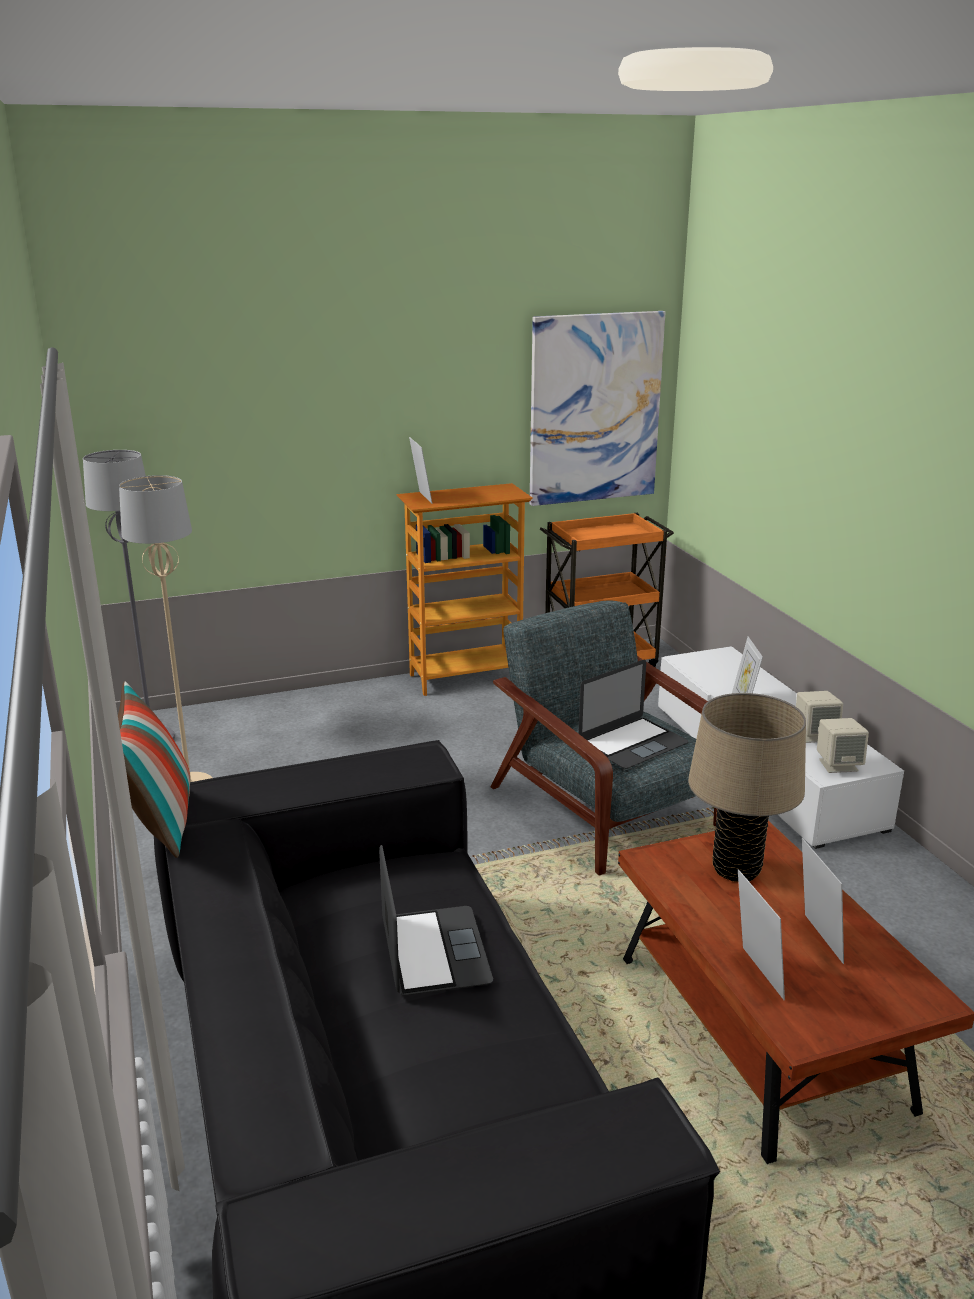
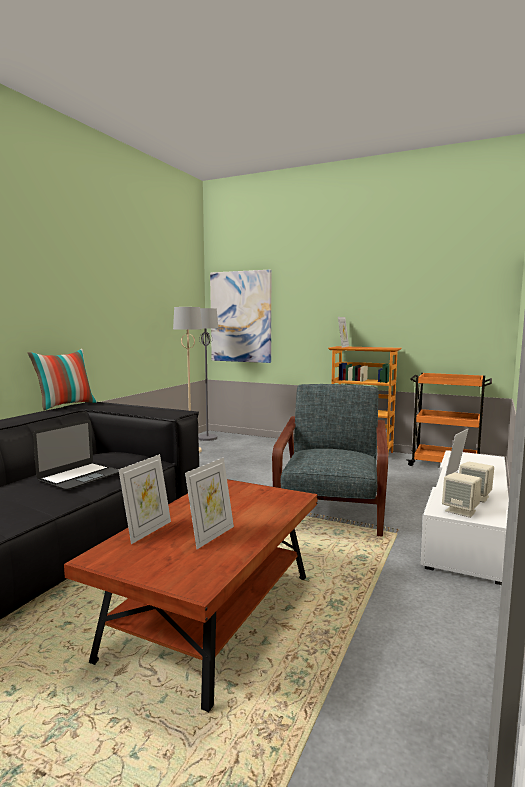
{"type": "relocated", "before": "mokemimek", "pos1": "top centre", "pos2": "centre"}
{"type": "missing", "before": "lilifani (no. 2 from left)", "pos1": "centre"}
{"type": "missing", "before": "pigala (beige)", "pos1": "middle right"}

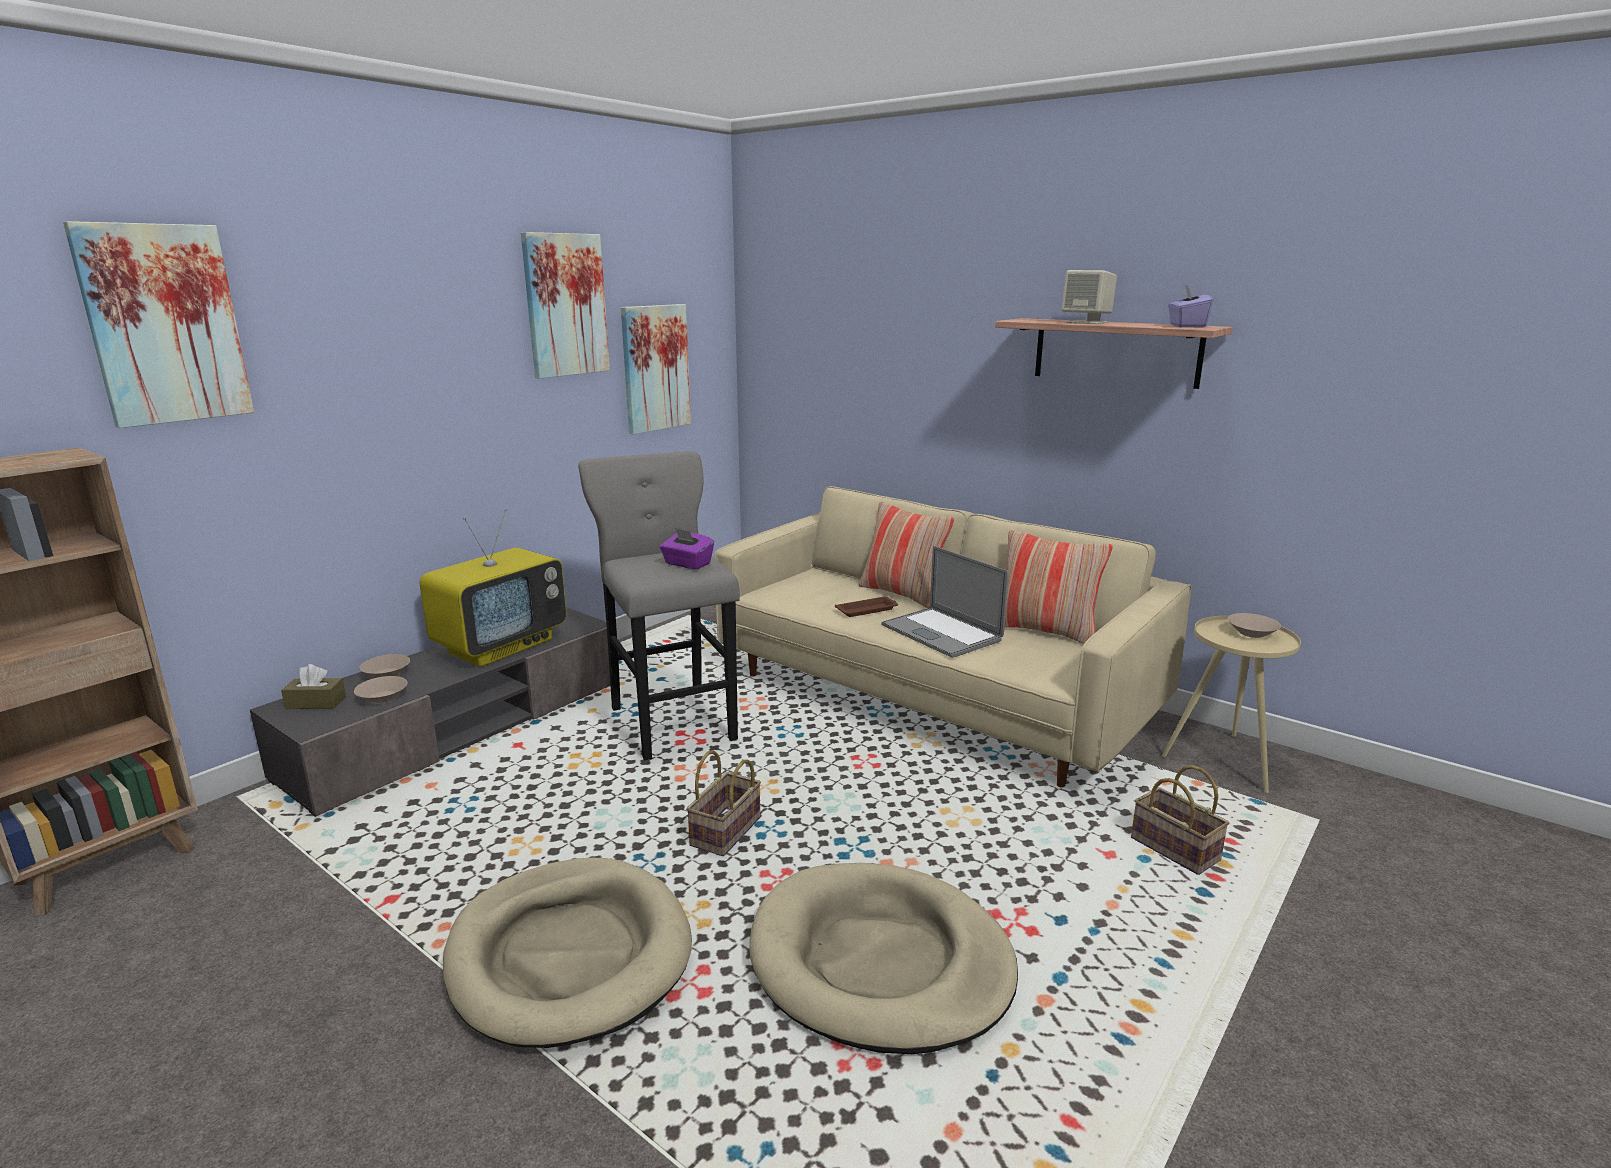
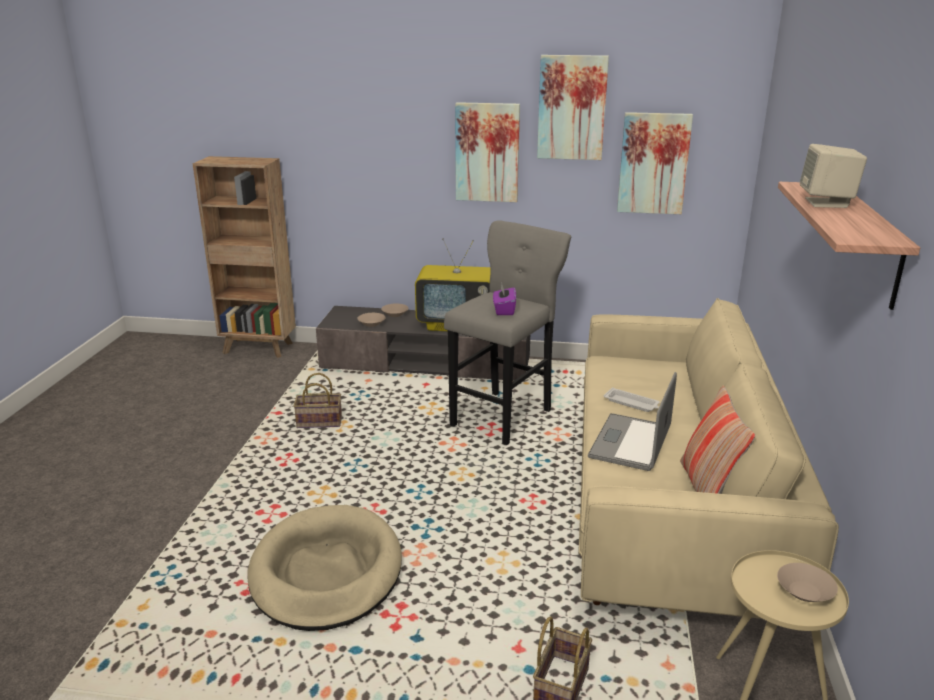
{"type": "relocated", "before": "mokemimek (no. 1 from left)", "pos1": "top left", "pos2": "top centre"}
{"type": "missing", "before": "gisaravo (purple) (no. 2 from left)", "pos1": "top right"}
{"type": "missing", "before": "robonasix (no. 1 from left)", "pos1": "centre"}
{"type": "colour", "before": "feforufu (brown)", "after": "feforufu (white)", "pos1": "centre", "pos2": "middle right"}
{"type": "missing", "before": "gisaravo (brown)", "pos1": "middle left"}
{"type": "relocated", "before": "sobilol (no. 1 from left)", "pos1": "bottom centre", "pos2": "centre"}
{"type": "missing", "before": "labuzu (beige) (no. 1 from left)", "pos1": "bottom centre"}

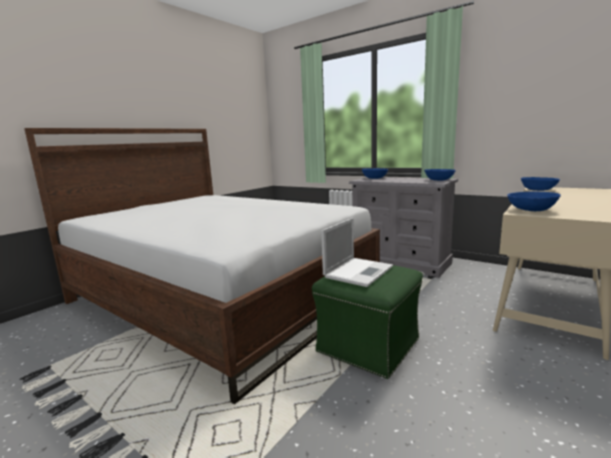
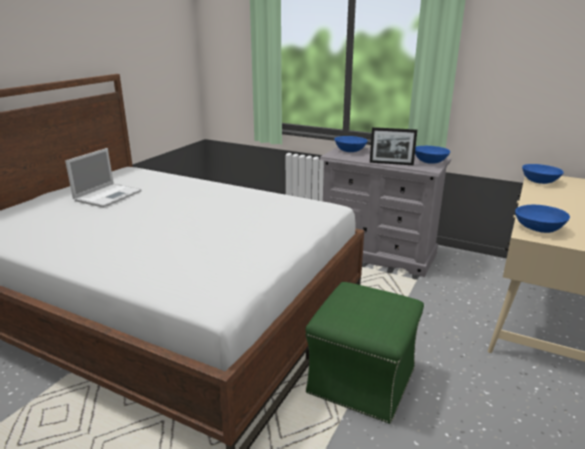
{"type": "relocated", "before": "lilifani", "pos1": "centre", "pos2": "middle left"}
{"type": "appeared", "after": "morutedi", "pos2": "top right"}

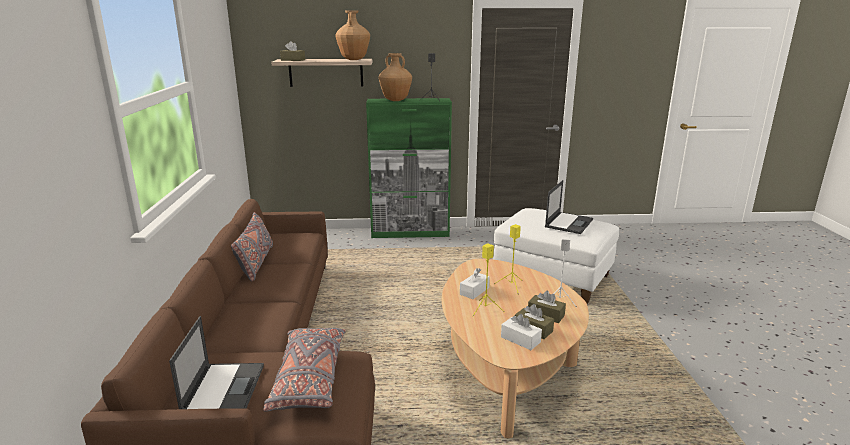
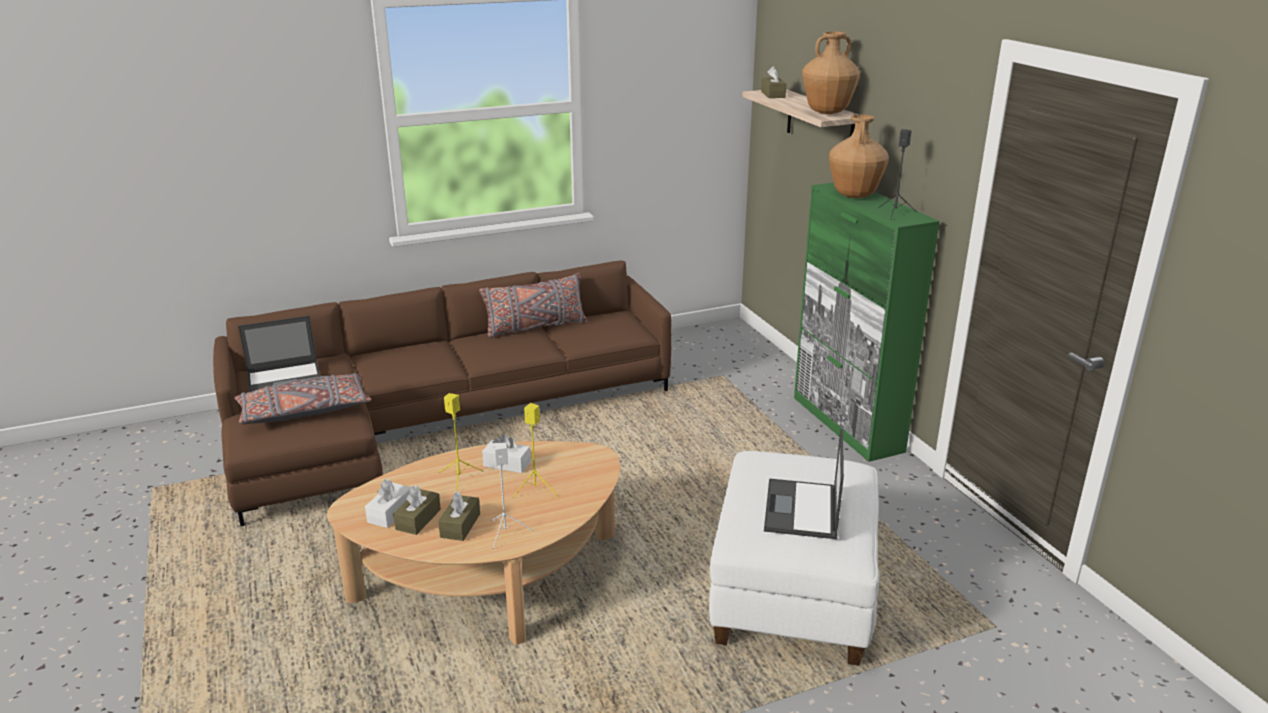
{"type": "spun", "before": "lilifani (no. 2 from left)", "pos1": "middle right", "pos2": "bottom centre", "turn": 90}

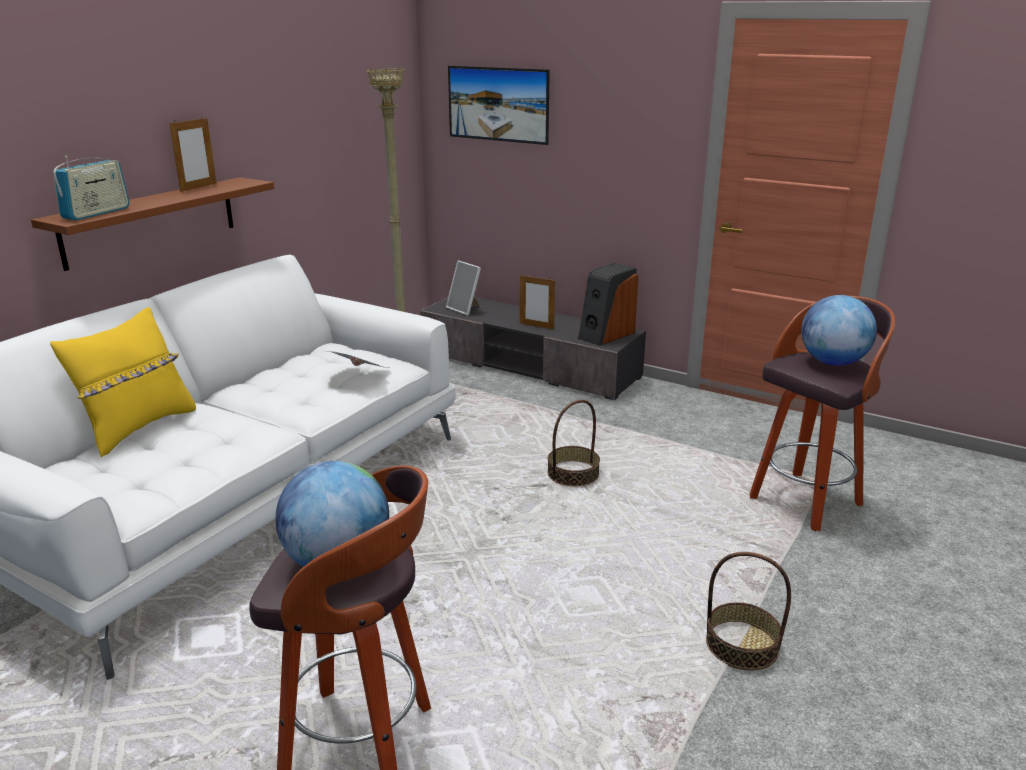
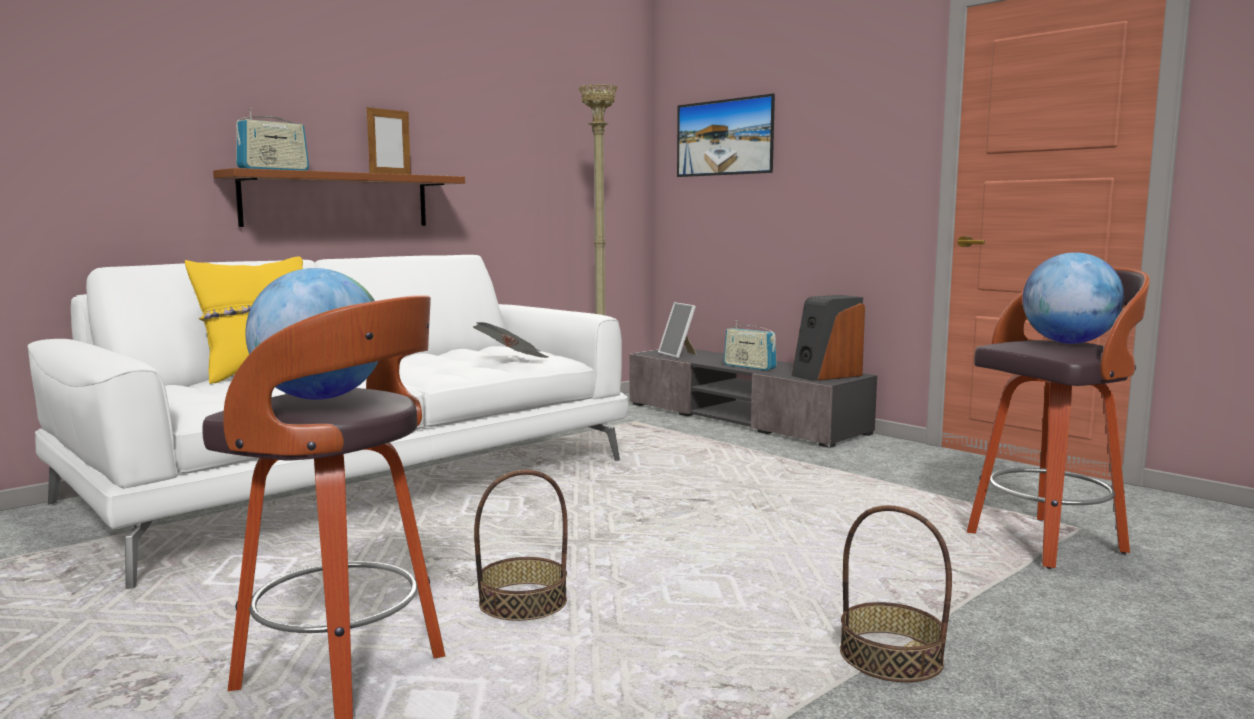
{"type": "exchanged", "before": "morutedi (no. 3 from left)", "after": "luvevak (no. 2 from left)", "pos1": "centre", "pos2": "centre"}
{"type": "relocated", "before": "sobilol (no. 1 from left)", "pos1": "centre", "pos2": "bottom centre"}

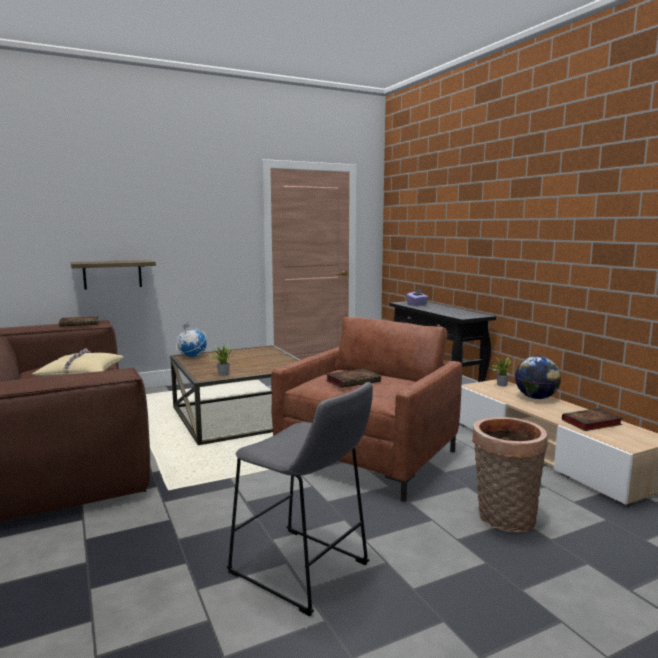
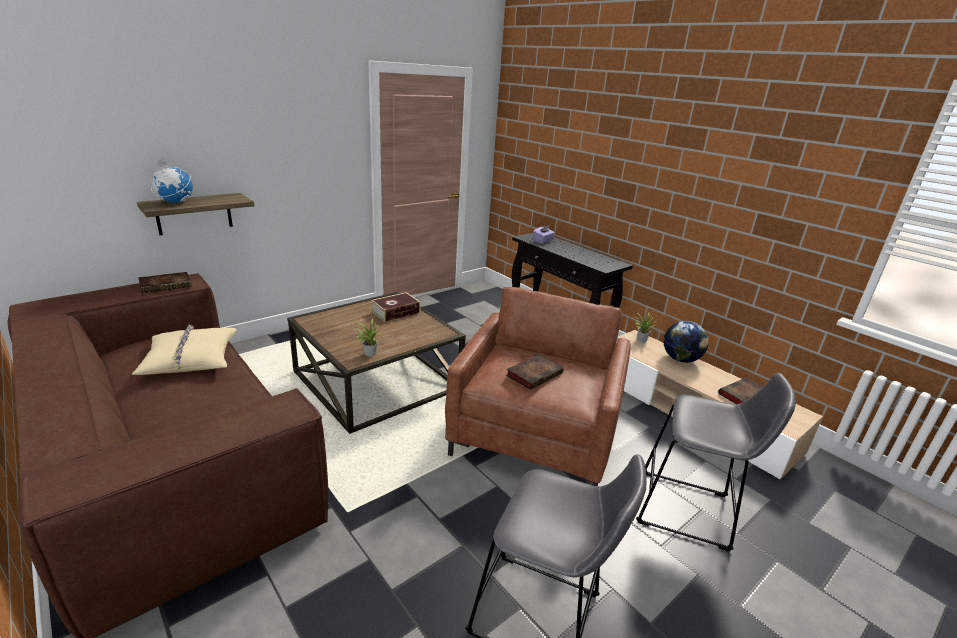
{"type": "relocated", "before": "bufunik (no. 1 from left)", "pos1": "middle left", "pos2": "top left"}
{"type": "exchanged", "before": "sobilol", "after": "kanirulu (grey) (no. 2 from left)", "pos1": "bottom right", "pos2": "bottom right"}
{"type": "appeared", "after": "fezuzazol (no. 2 from left)", "pos2": "centre"}

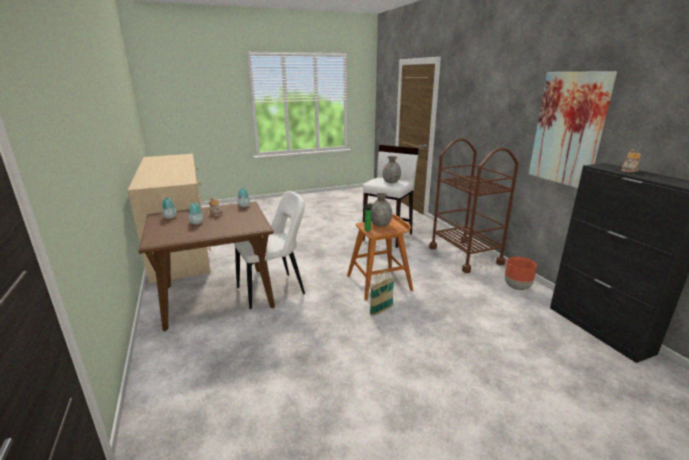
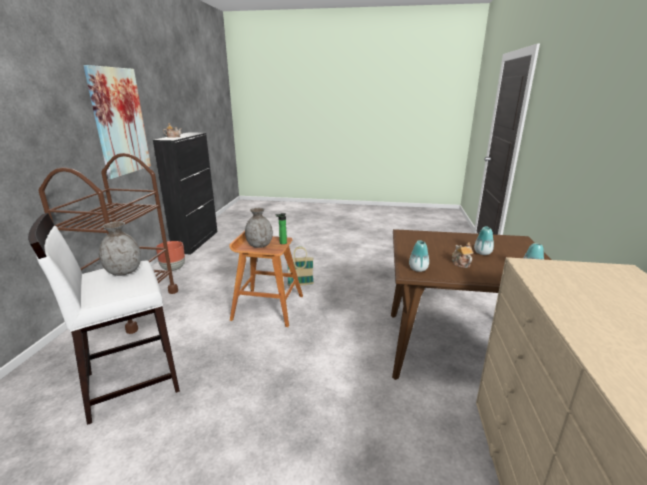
{"type": "missing", "before": "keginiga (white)", "pos1": "centre"}

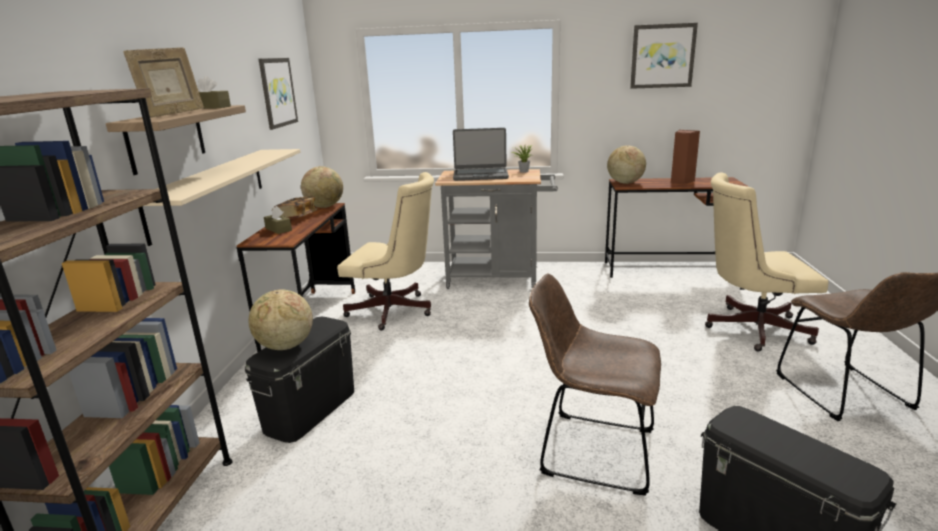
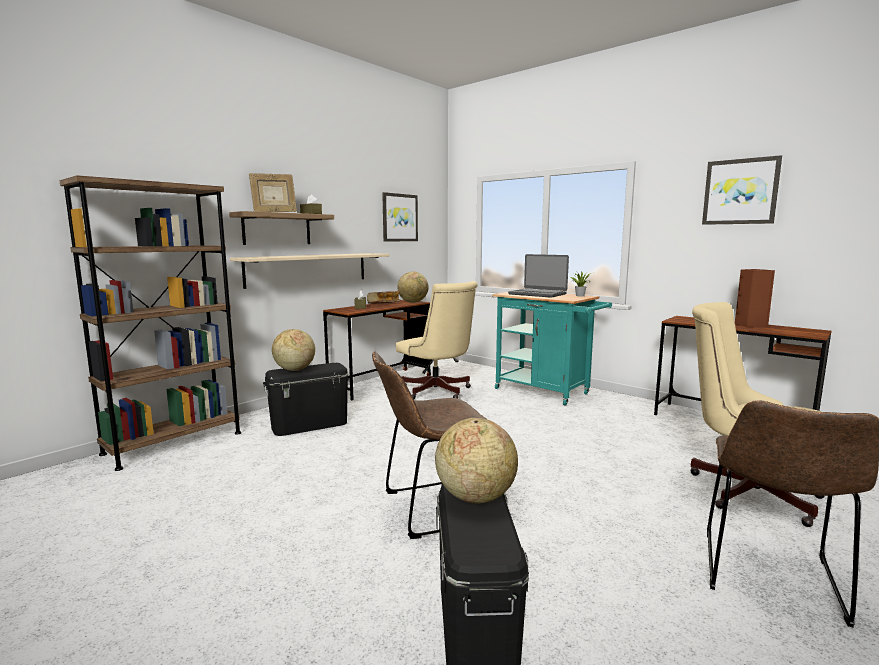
{"type": "relocated", "before": "bufunik (no. 3 from left)", "pos1": "top right", "pos2": "bottom centre"}
{"type": "colour", "before": "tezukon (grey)", "after": "tezukon (turquoise)", "pos1": "centre", "pos2": "centre"}
{"type": "spun", "before": "keginiga (brown) (no. 1 from left)", "pos1": "bottom centre", "pos2": "bottom centre", "turn": -75}

